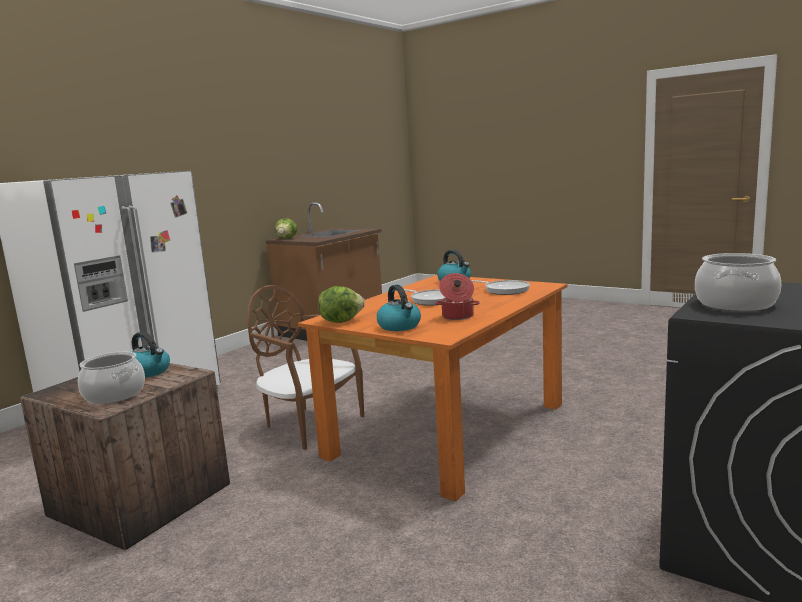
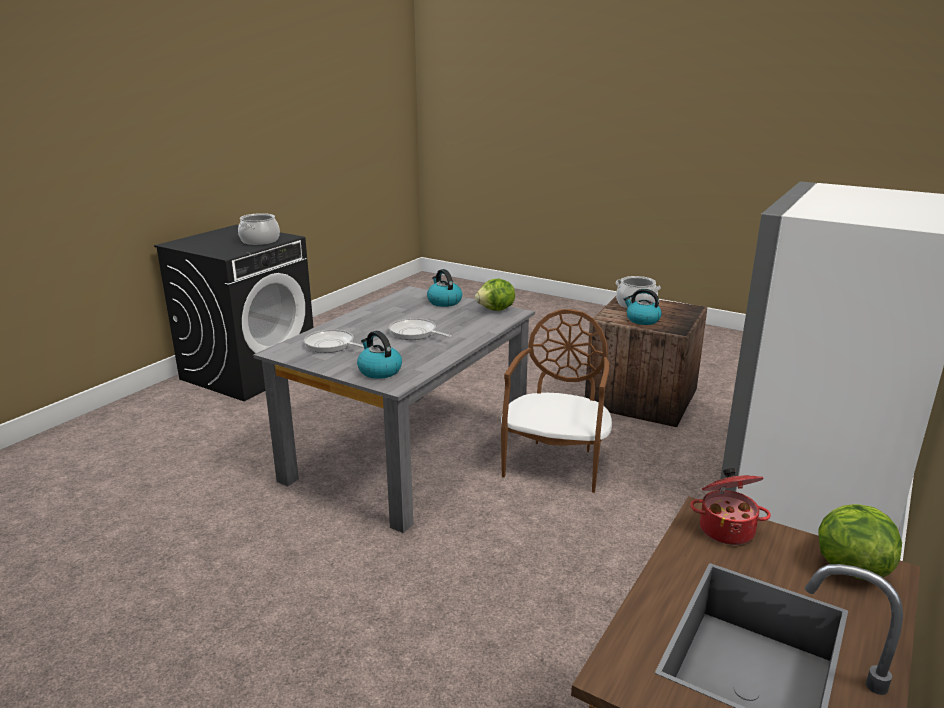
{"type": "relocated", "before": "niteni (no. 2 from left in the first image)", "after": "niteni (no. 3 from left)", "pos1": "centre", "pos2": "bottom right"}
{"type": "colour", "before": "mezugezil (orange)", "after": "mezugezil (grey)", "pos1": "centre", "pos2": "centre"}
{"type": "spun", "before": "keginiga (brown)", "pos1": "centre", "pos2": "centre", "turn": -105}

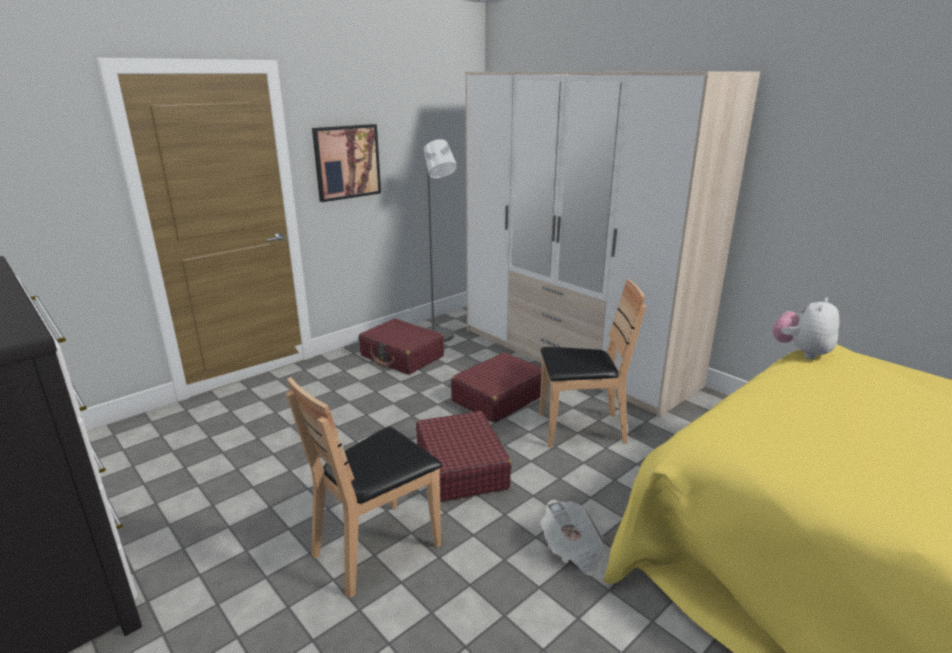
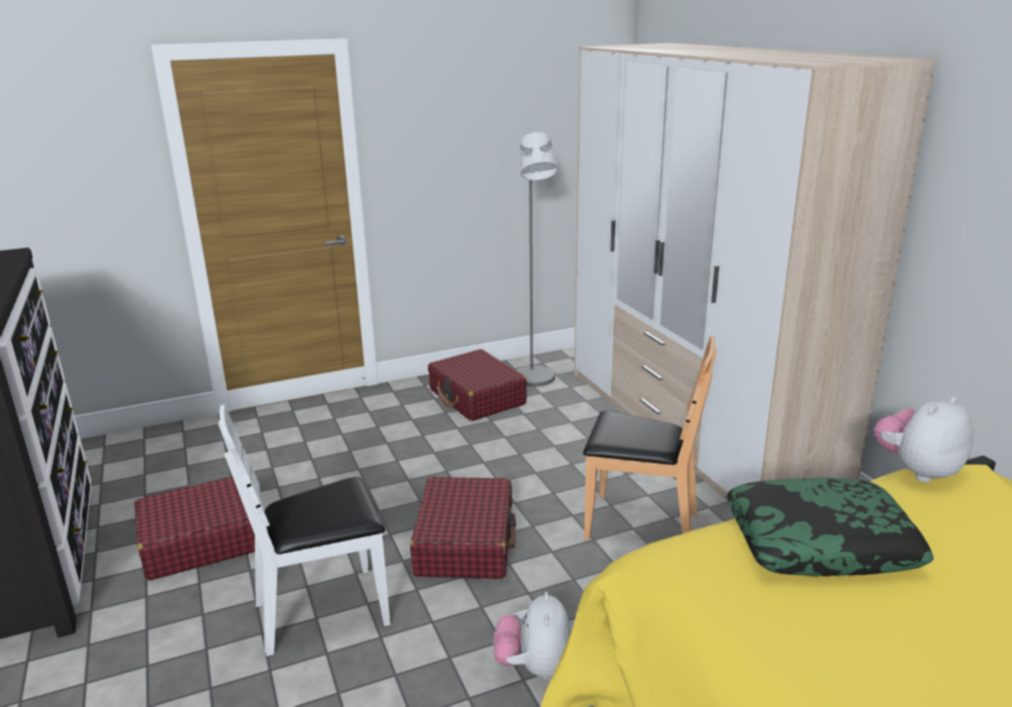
{"type": "missing", "before": "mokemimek", "pos1": "top centre"}
{"type": "relocated", "before": "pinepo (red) (no. 3 from left in the first image)", "after": "pinepo (red) (no. 1 from left)", "pos1": "centre", "pos2": "bottom left"}
{"type": "colour", "before": "keginiga (brown) (no. 1 from left)", "after": "keginiga (white)", "pos1": "bottom centre", "pos2": "bottom left"}
{"type": "exchanged", "before": "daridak", "after": "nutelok (no. 1 from left)", "pos1": "bottom centre", "pos2": "bottom centre"}
{"type": "appeared", "after": "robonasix", "pos2": "bottom right"}

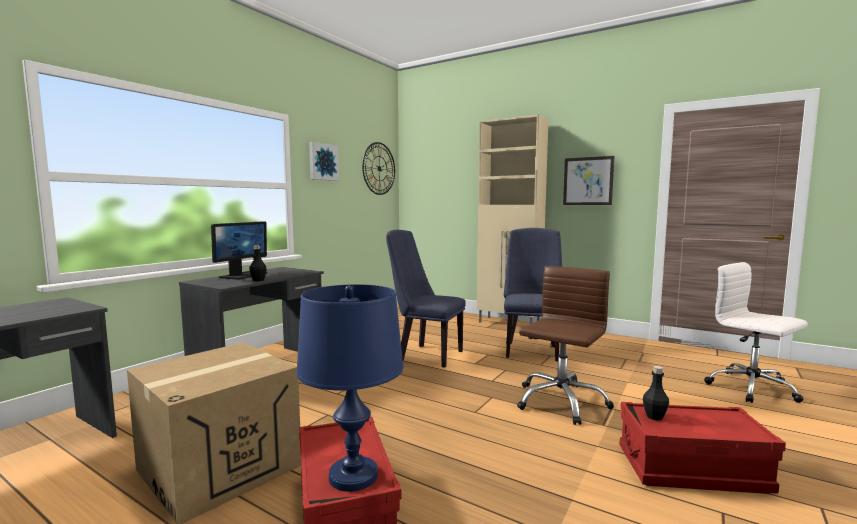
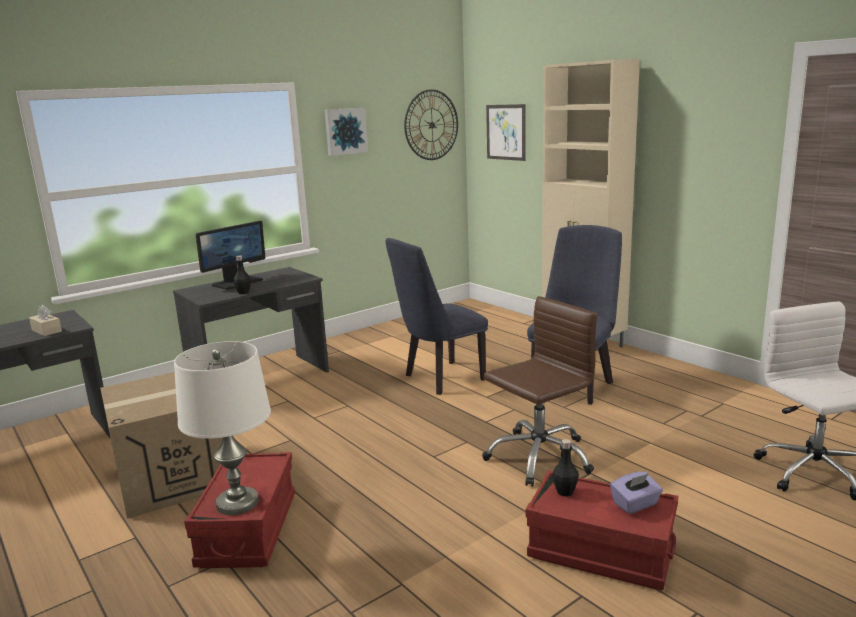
{"type": "relocated", "before": "mokemimek (no. 2 from left)", "pos1": "middle right", "pos2": "top centre"}
{"type": "spun", "before": "keginiga (blue) (no. 1 from left)", "pos1": "centre", "pos2": "centre", "turn": -75}
{"type": "colour", "before": "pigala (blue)", "after": "pigala (white)", "pos1": "bottom centre", "pos2": "bottom left"}
{"type": "appeared", "after": "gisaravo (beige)", "pos2": "middle left"}
{"type": "appeared", "after": "gisaravo (purple)", "pos2": "bottom right"}

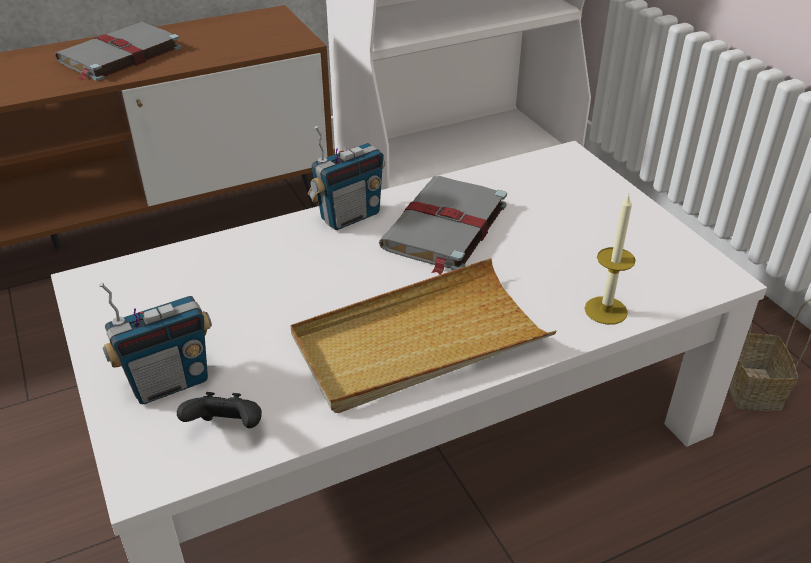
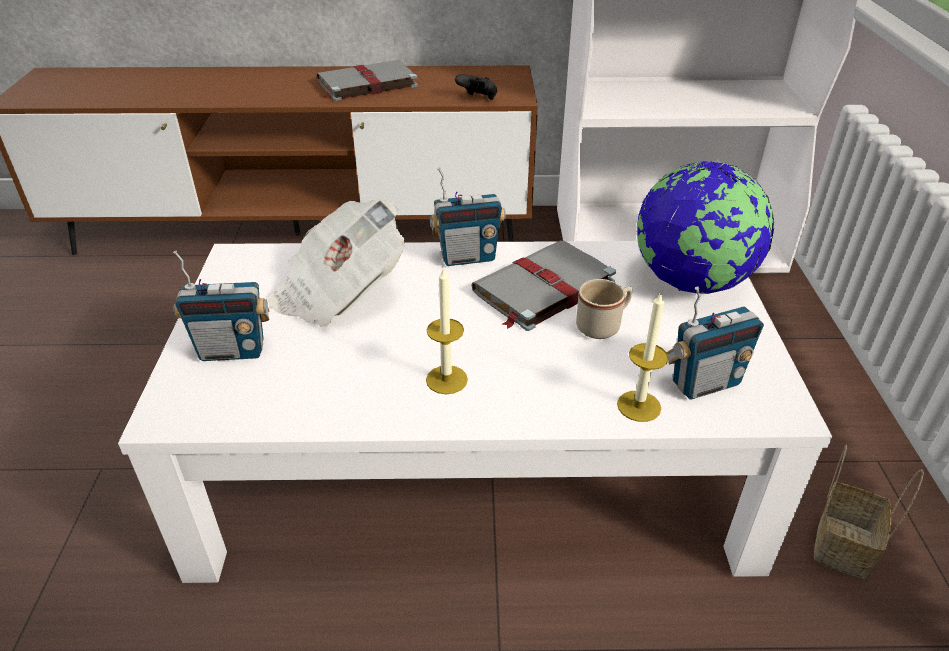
{"type": "exchanged", "before": "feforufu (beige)", "after": "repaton (no. 1 from left)", "pos1": "centre", "pos2": "centre"}
{"type": "relocated", "before": "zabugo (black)", "pos1": "bottom left", "pos2": "top centre"}
{"type": "appeared", "after": "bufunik", "pos2": "middle right"}
{"type": "appeared", "after": "daridak", "pos2": "centre"}
{"type": "appeared", "after": "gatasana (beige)", "pos2": "centre"}
{"type": "appeared", "after": "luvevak (no. 3 from left)", "pos2": "middle right"}

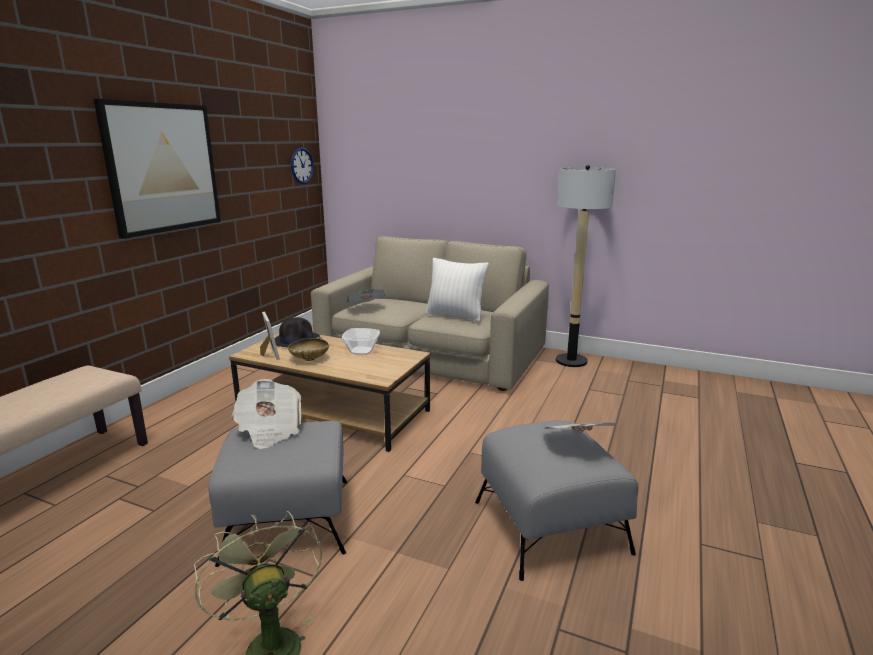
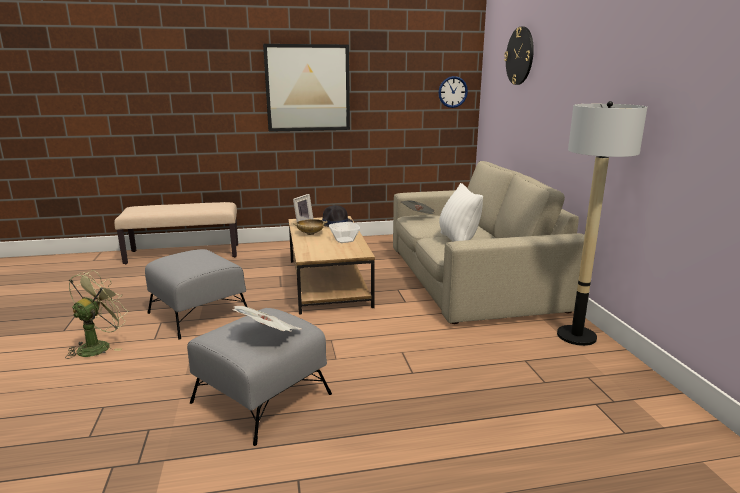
{"type": "missing", "before": "daridak (no. 1 from left)", "pos1": "middle left"}
{"type": "appeared", "after": "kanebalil (no. 2 from left)", "pos2": "top right"}

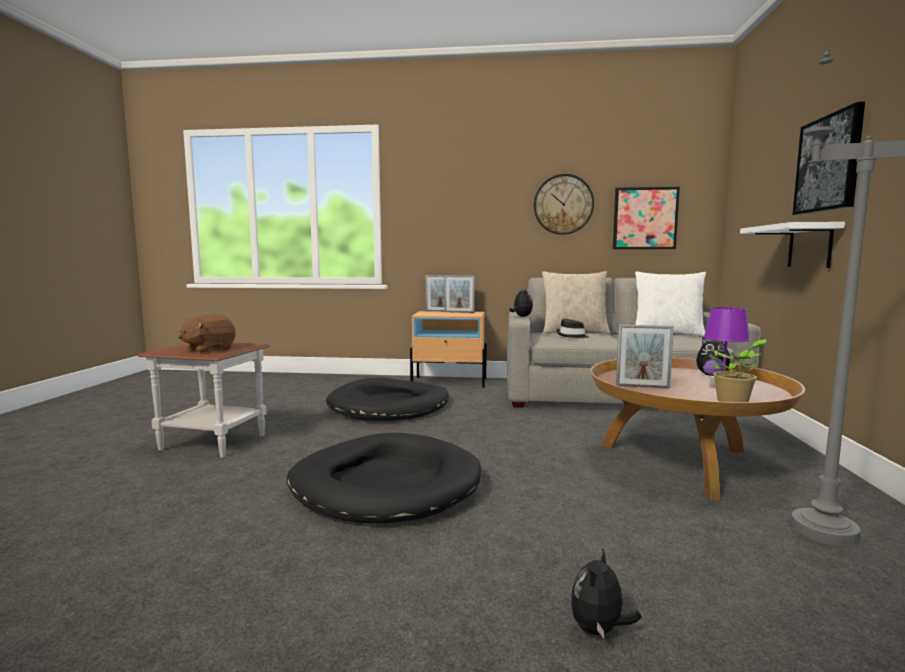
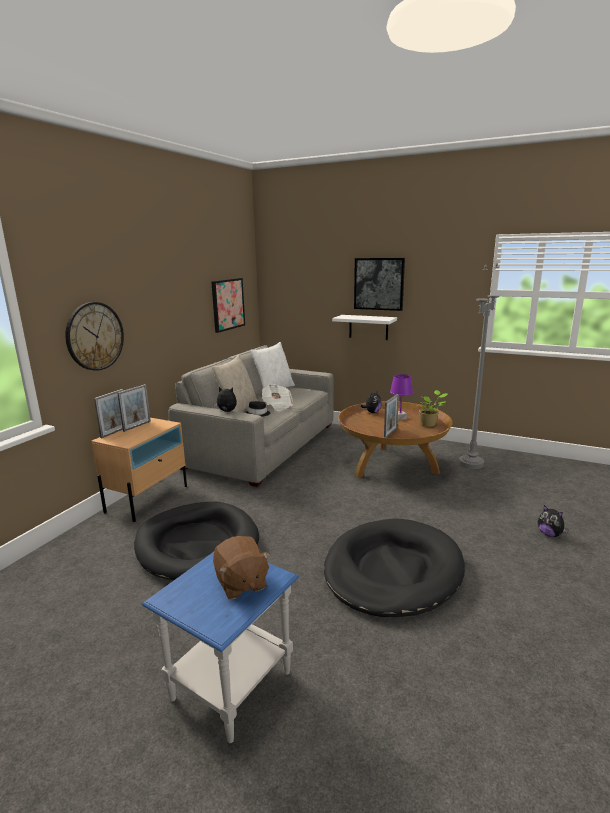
{"type": "relocated", "before": "kanebalil", "pos1": "top centre", "pos2": "middle left"}
{"type": "colour", "before": "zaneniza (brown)", "after": "zaneniza (blue)", "pos1": "middle left", "pos2": "bottom centre"}
{"type": "appeared", "after": "daridak", "pos2": "centre"}

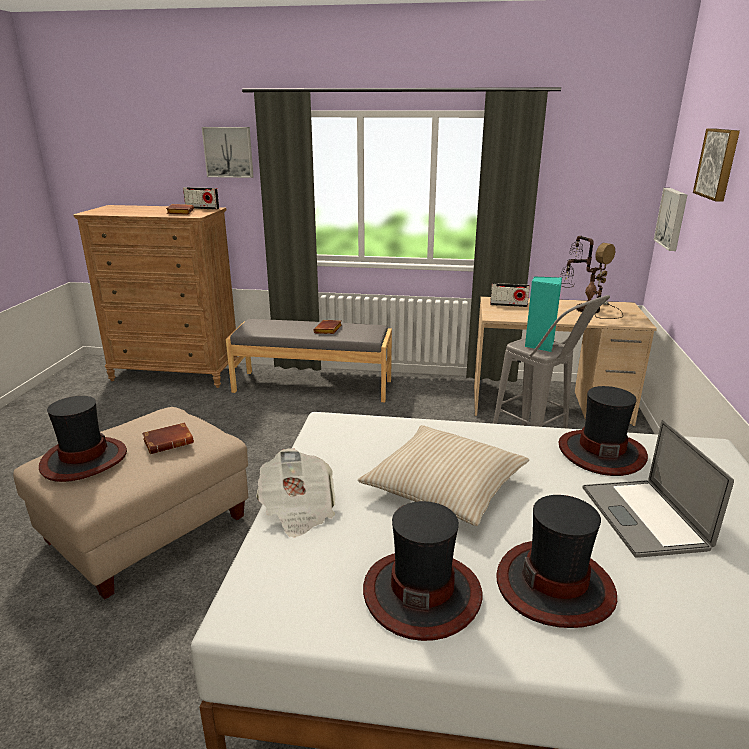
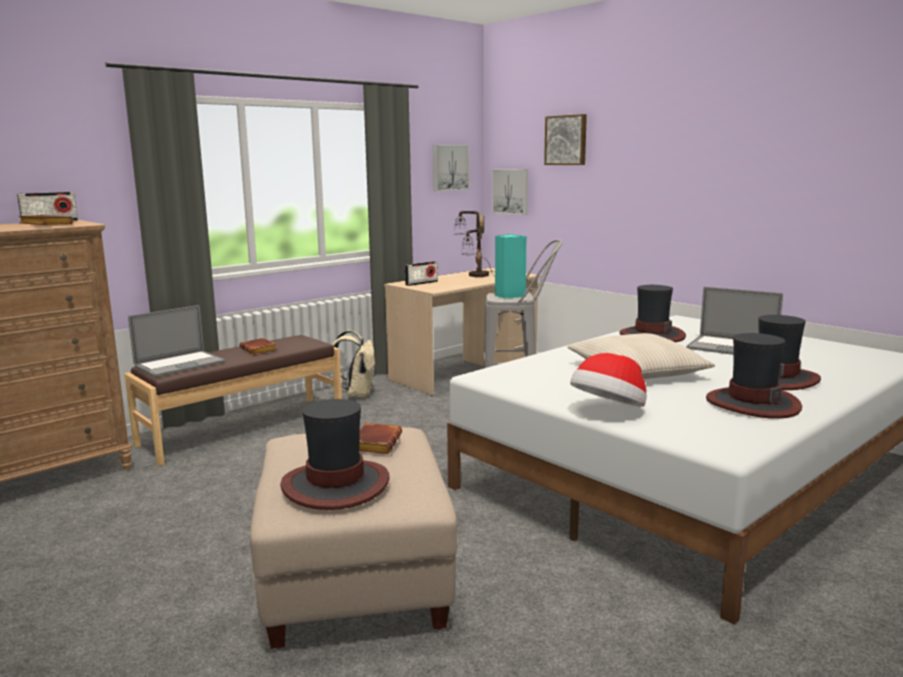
{"type": "relocated", "before": "mokemimek (no. 1 from left)", "pos1": "top left", "pos2": "top centre"}
{"type": "colour", "before": "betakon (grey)", "after": "betakon (brown)", "pos1": "centre", "pos2": "middle left"}
{"type": "exchanged", "before": "daridak", "after": "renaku (no. 2 from left)", "pos1": "centre", "pos2": "middle right"}
{"type": "appeared", "after": "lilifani (no. 1 from left)", "pos2": "middle left"}
{"type": "appeared", "after": "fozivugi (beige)", "pos2": "centre"}

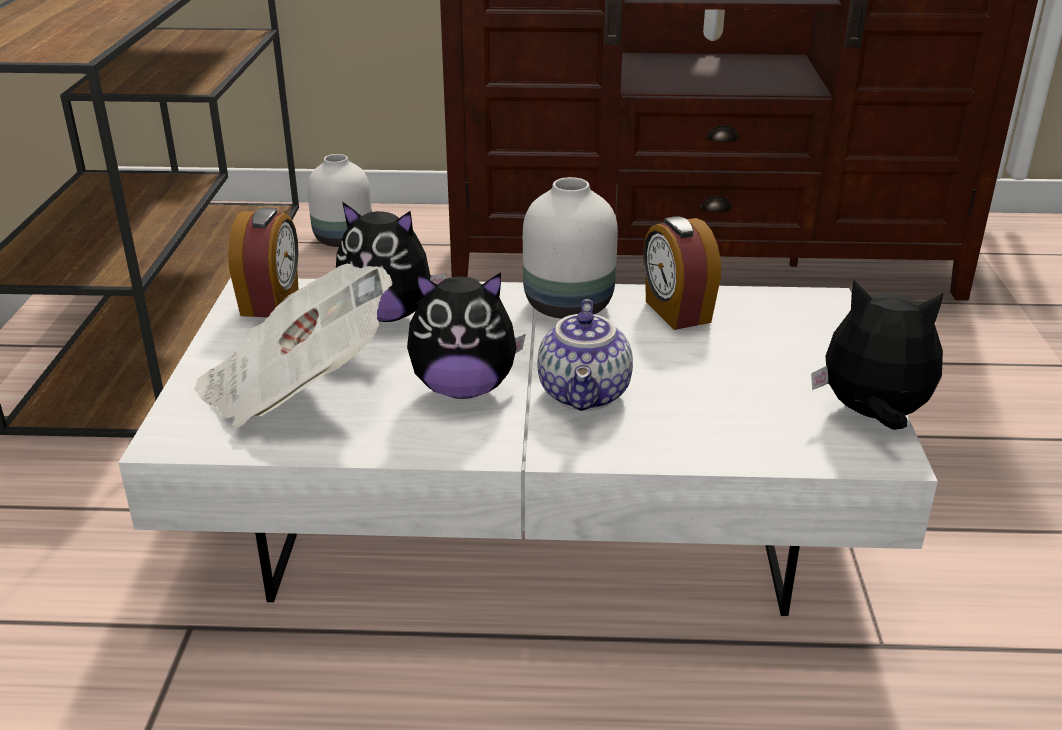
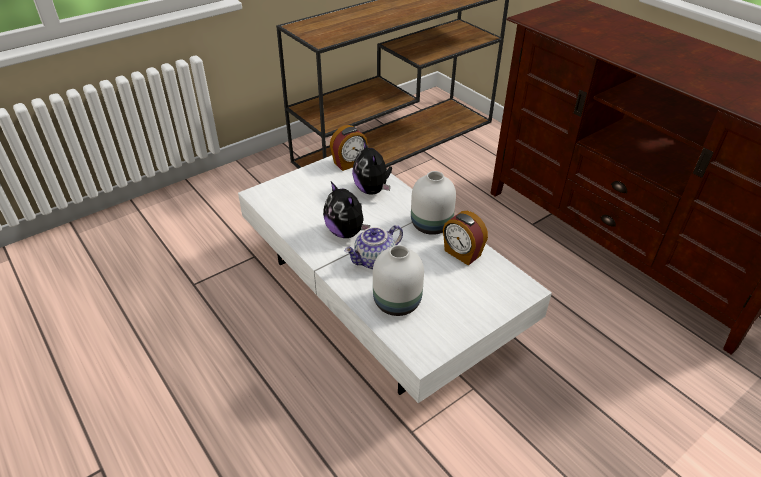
{"type": "relocated", "before": "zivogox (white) (no. 1 from left)", "pos1": "top left", "pos2": "centre"}
{"type": "spun", "before": "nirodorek (no. 2 from left)", "pos1": "centre", "pos2": "centre", "turn": -75}
{"type": "missing", "before": "daridak", "pos1": "middle left"}
{"type": "missing", "before": "nutelok (no. 3 from left)", "pos1": "middle right"}

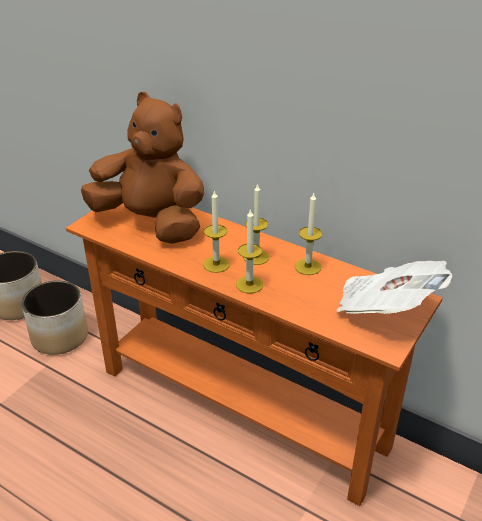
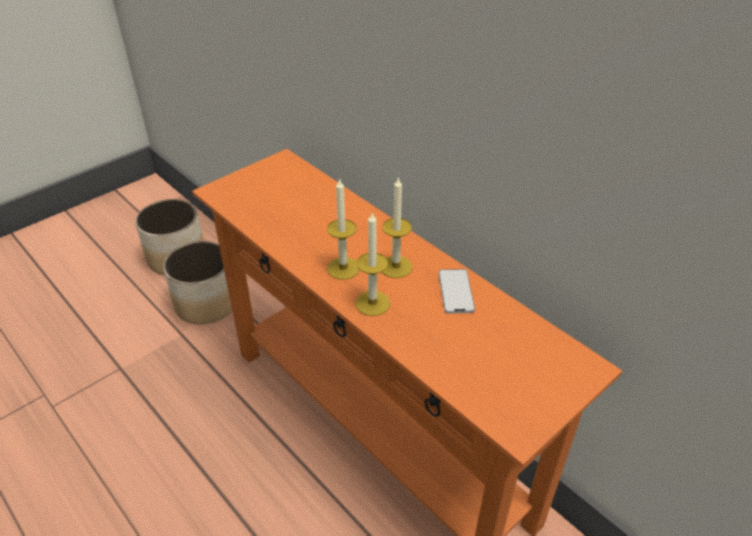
{"type": "missing", "before": "nutelok (brown)", "pos1": "top left"}
{"type": "exchanged", "before": "repaton (no. 4 from left)", "after": "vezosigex", "pos1": "centre", "pos2": "centre"}
{"type": "missing", "before": "daridak", "pos1": "middle right"}

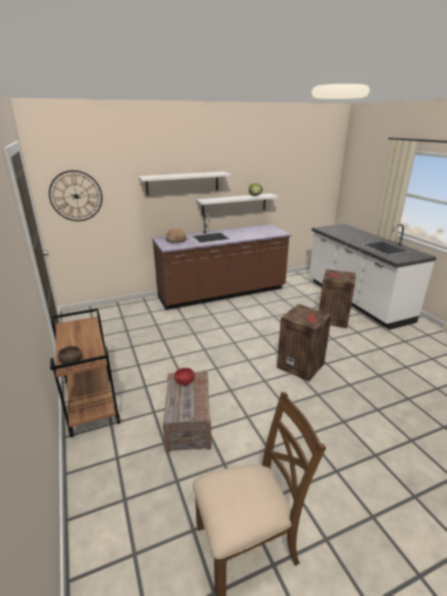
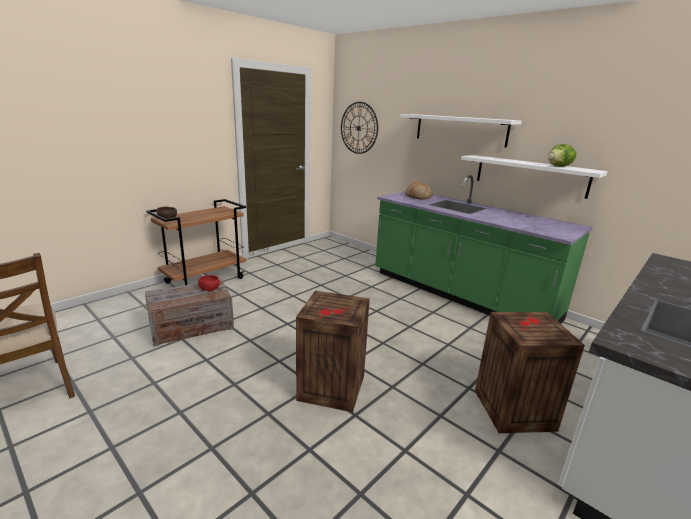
{"type": "colour", "before": "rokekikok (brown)", "after": "rokekikok (green)", "pos1": "centre", "pos2": "middle right"}

